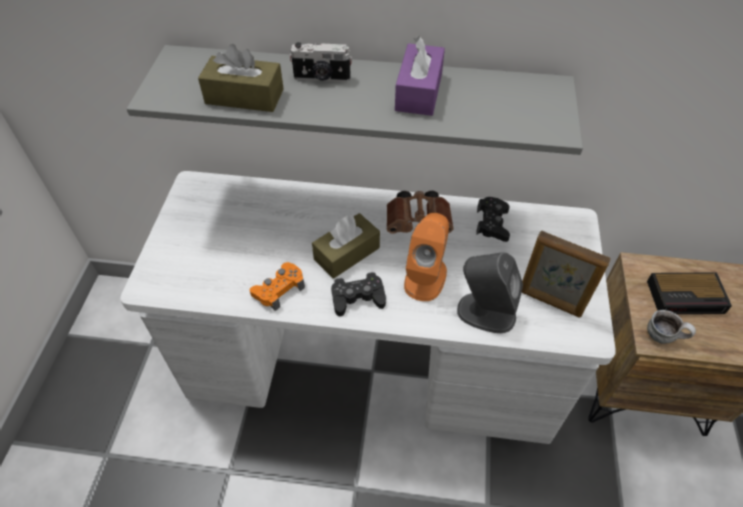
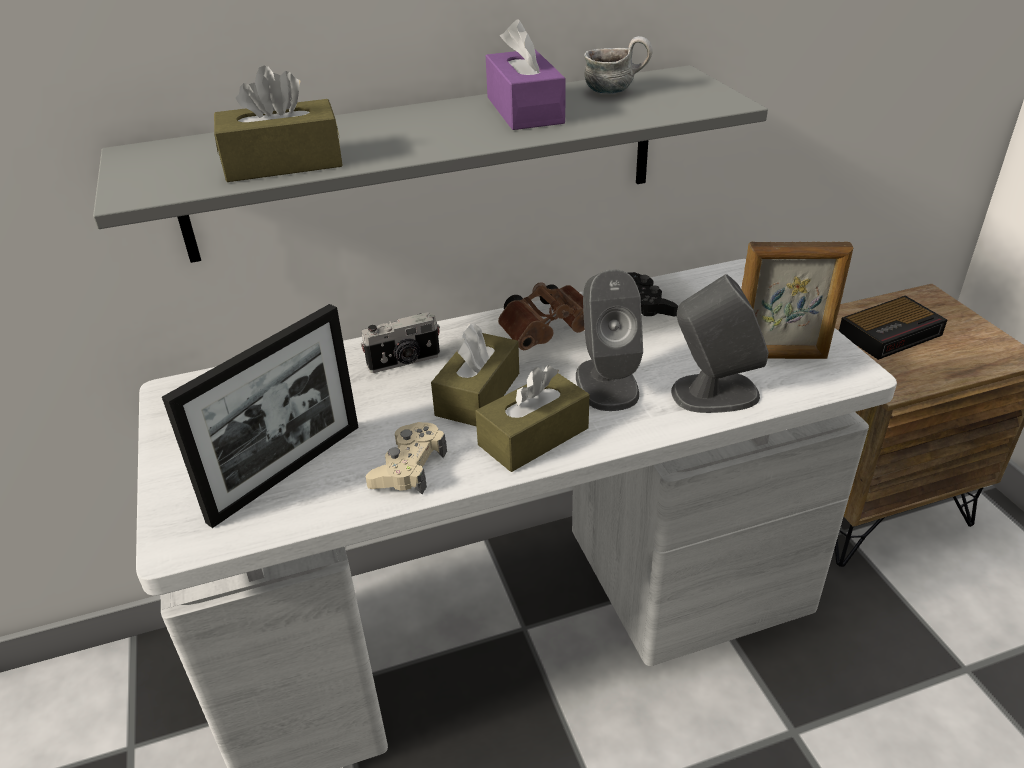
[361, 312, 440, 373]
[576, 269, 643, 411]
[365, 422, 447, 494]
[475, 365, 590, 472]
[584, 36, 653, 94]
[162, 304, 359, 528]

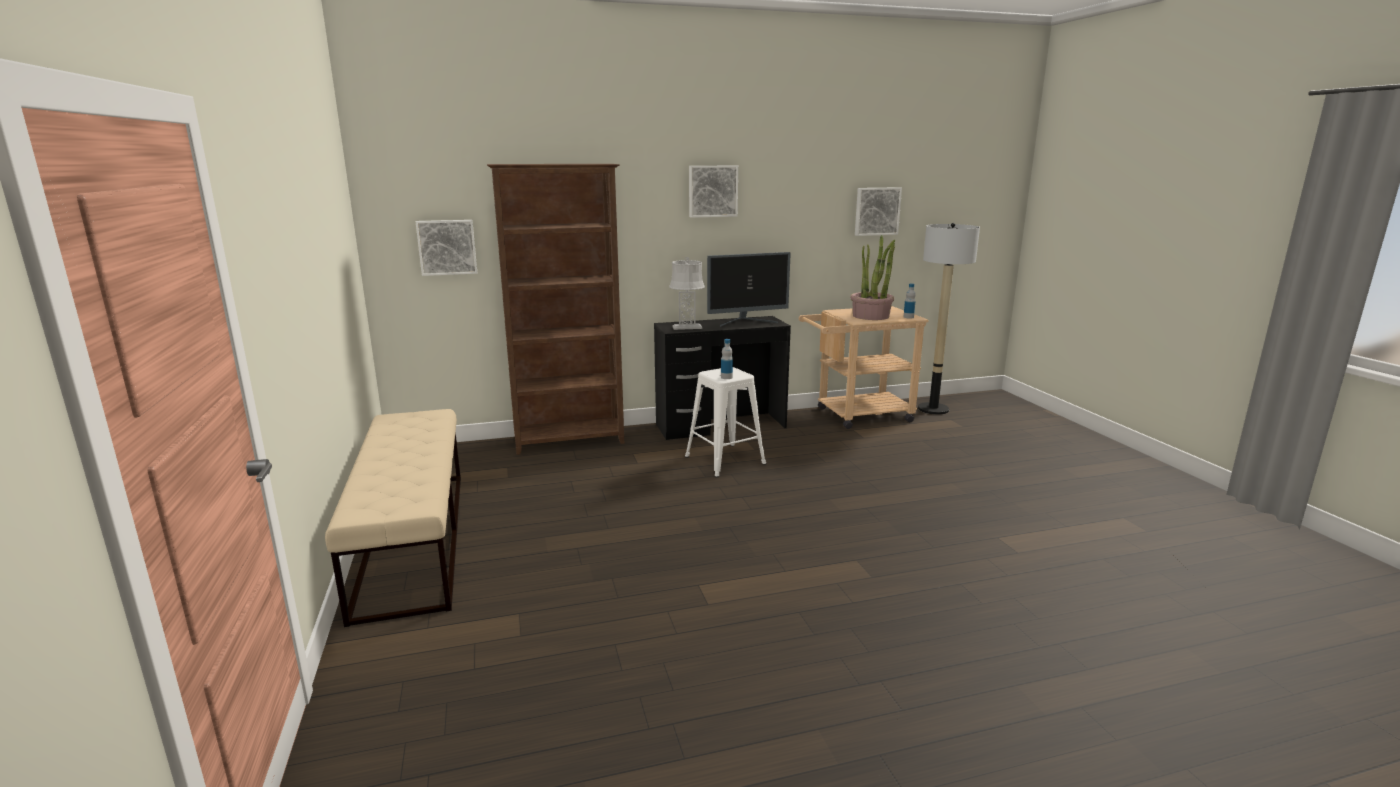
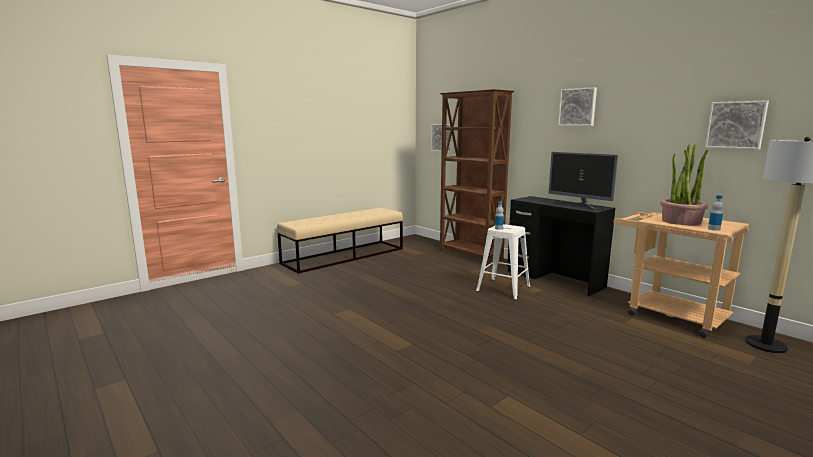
[669, 257, 705, 330] (first image)

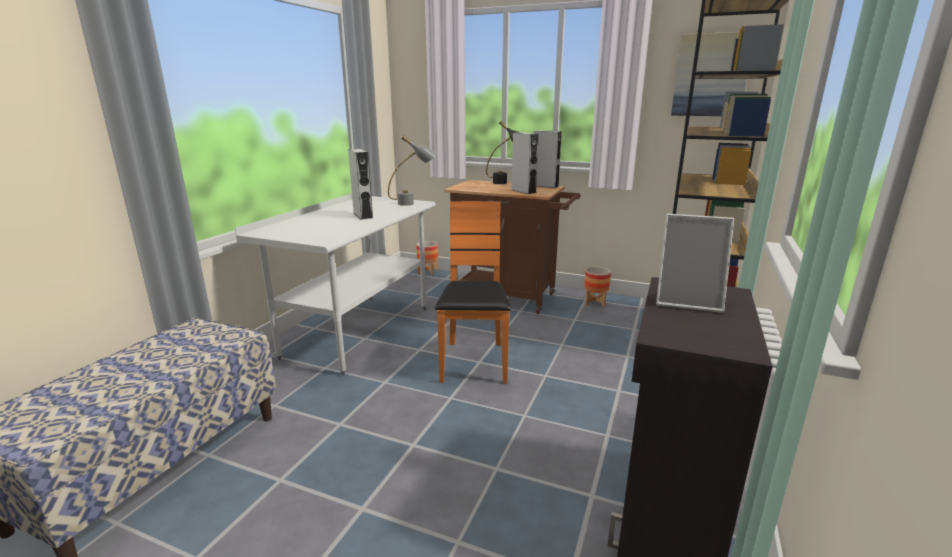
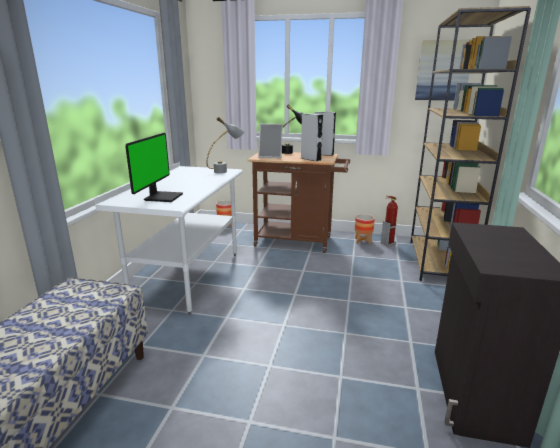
[348, 149, 373, 220] (first image)
[435, 201, 512, 384] (first image)
[258, 124, 283, 158]
[125, 133, 183, 202]
[381, 196, 398, 246]

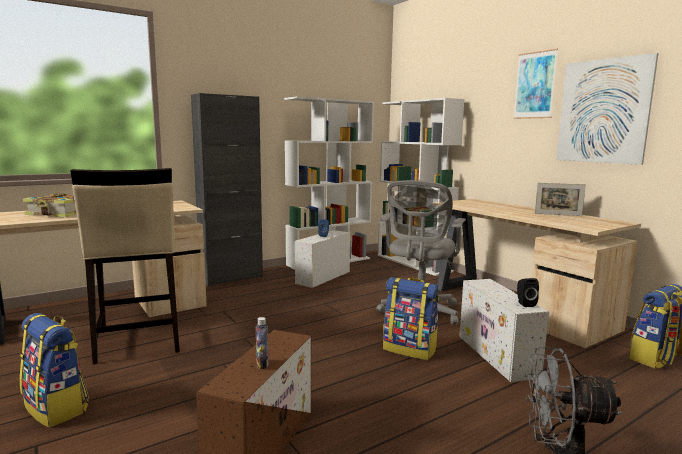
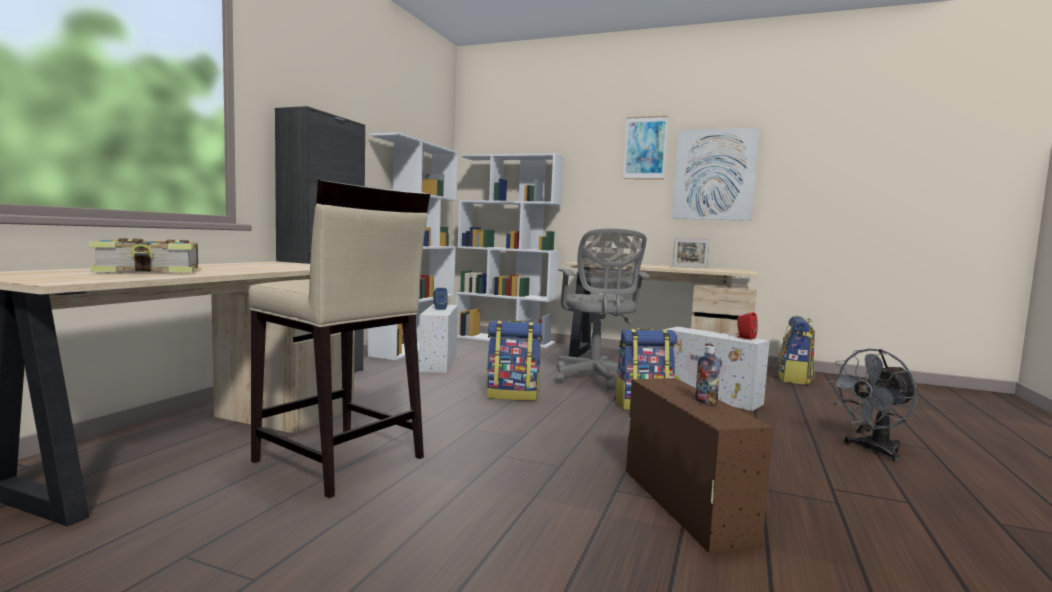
[736, 312, 758, 340]
[487, 320, 542, 401]

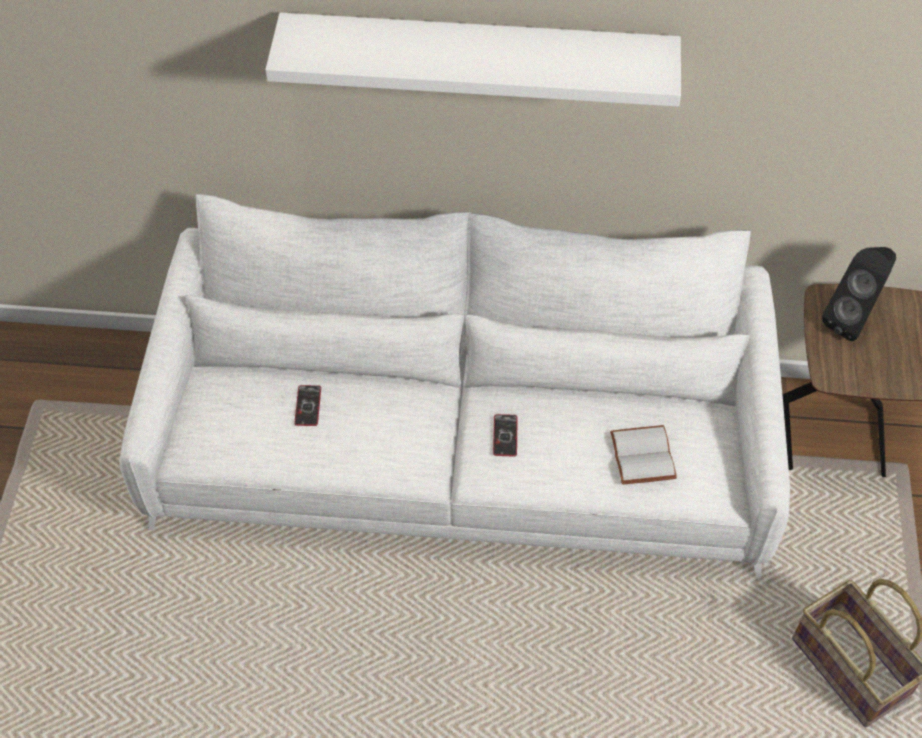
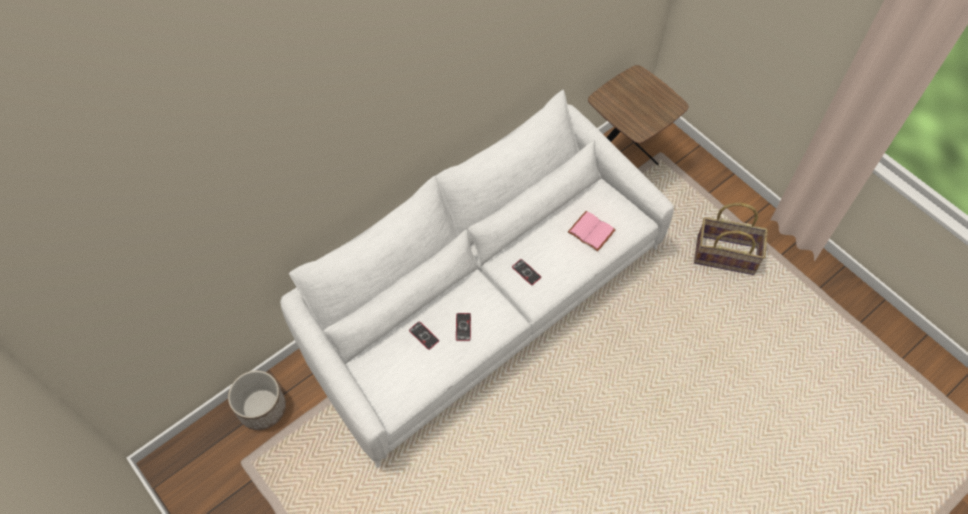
[265, 13, 681, 107] (first image)
[822, 247, 896, 341] (first image)
[568, 211, 616, 252]
[456, 313, 471, 341]
[228, 371, 286, 430]

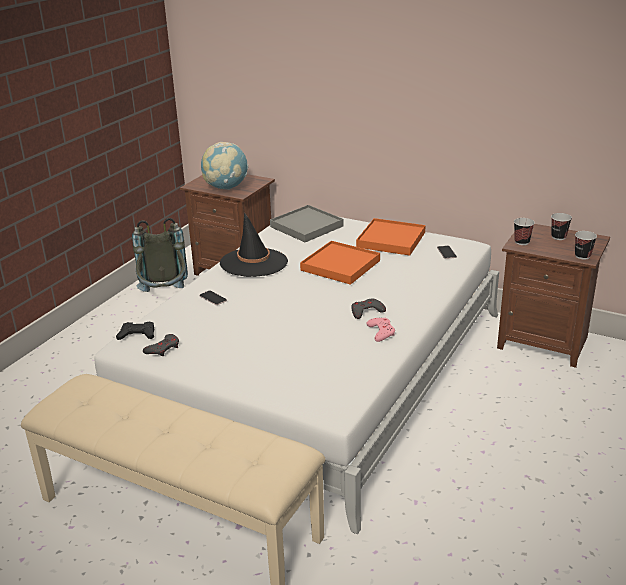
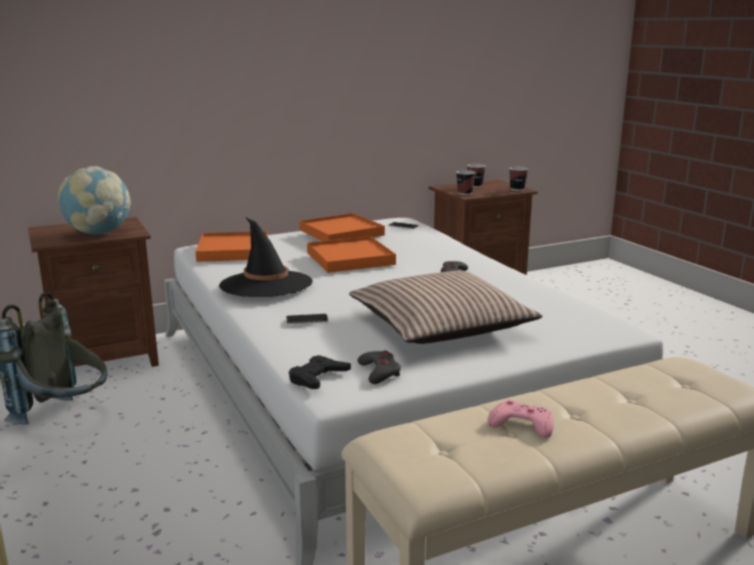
[195, 231, 268, 262]
[488, 400, 554, 438]
[349, 271, 543, 344]

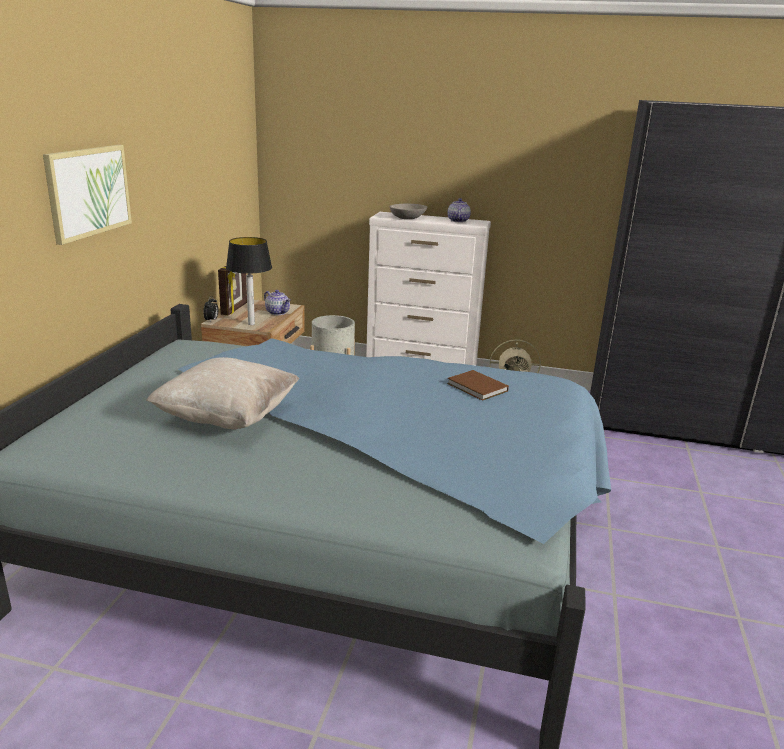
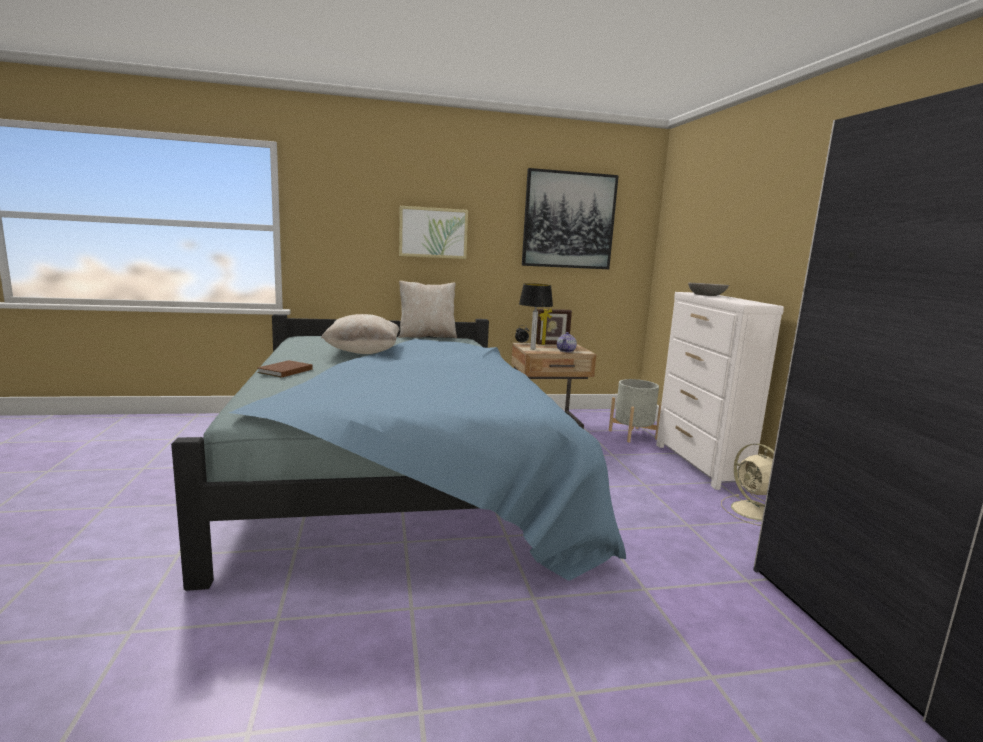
[448, 198, 471, 222] (first image)
[257, 360, 312, 378]
[522, 168, 619, 269]
[398, 280, 457, 338]

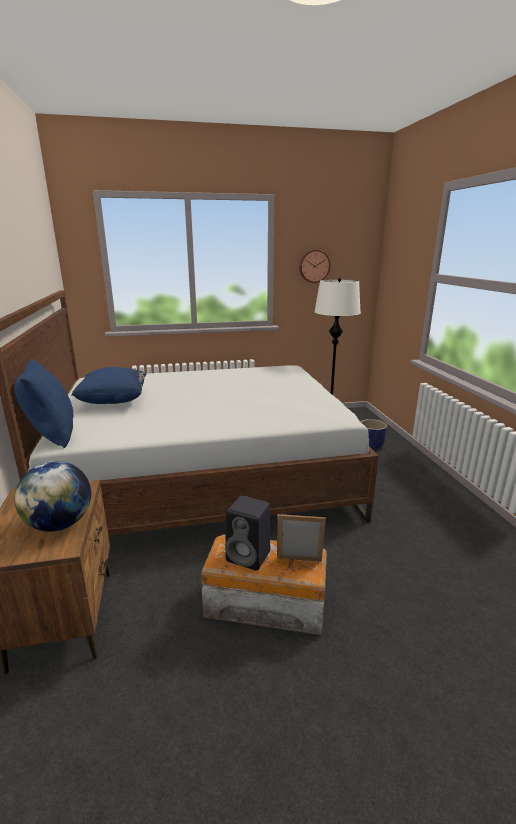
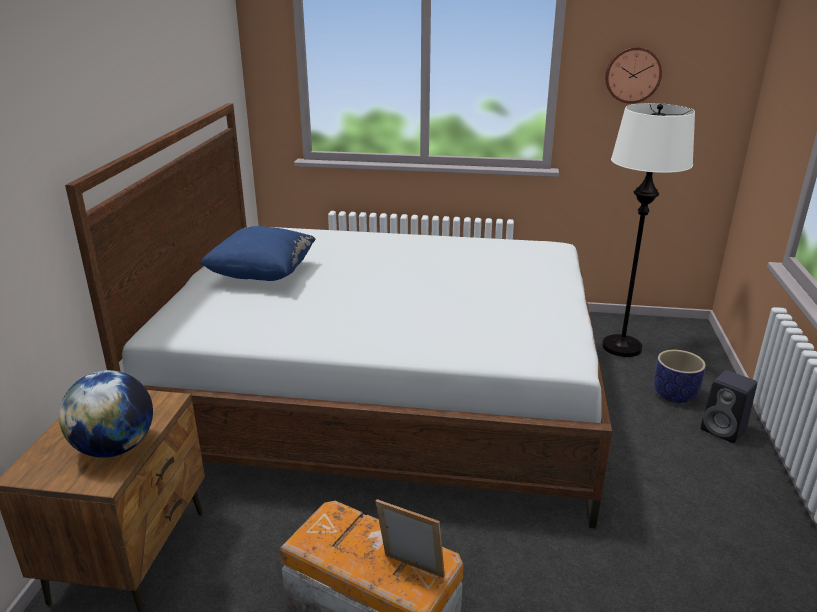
[14, 359, 73, 448] (first image)
[701, 370, 757, 443]

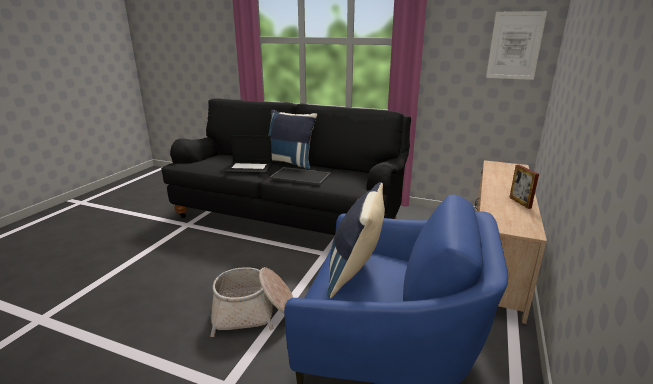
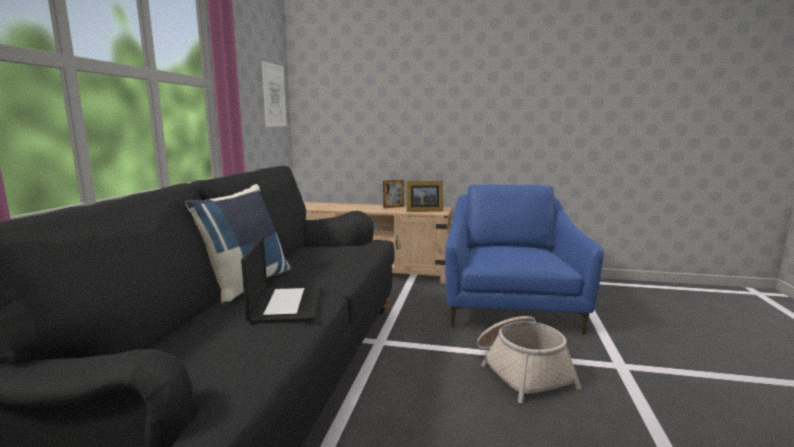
[270, 167, 331, 185] (first image)
[327, 182, 385, 298] (first image)
[406, 181, 443, 212]

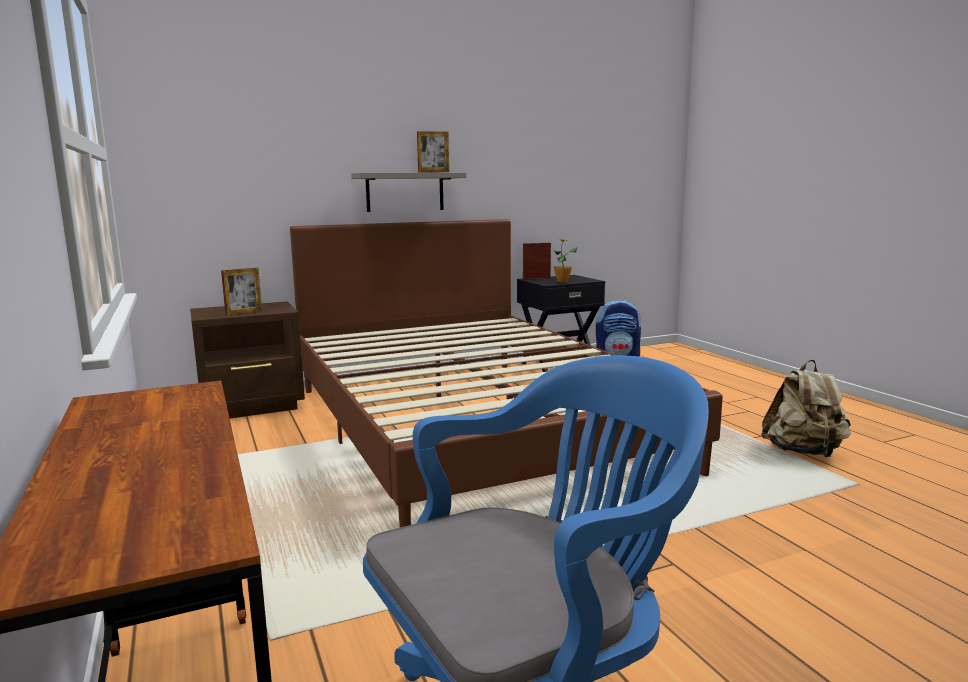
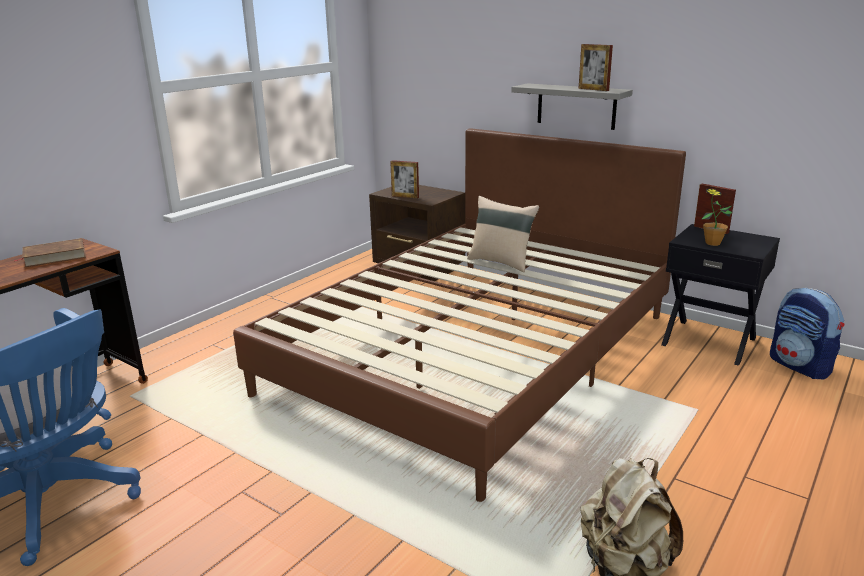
[467, 196, 539, 272]
[15, 238, 86, 267]

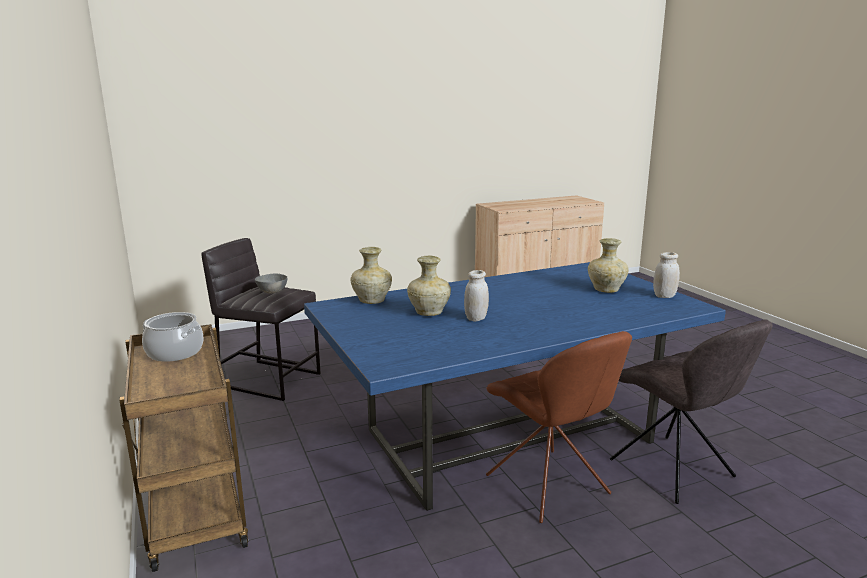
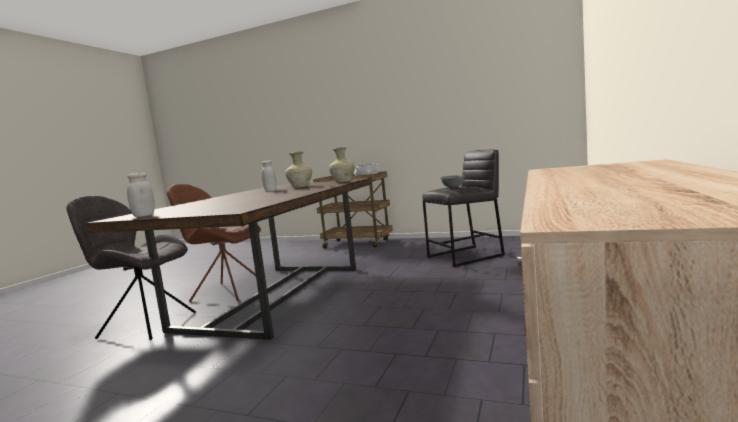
[588, 238, 629, 293] (first image)
[86, 178, 372, 340]

